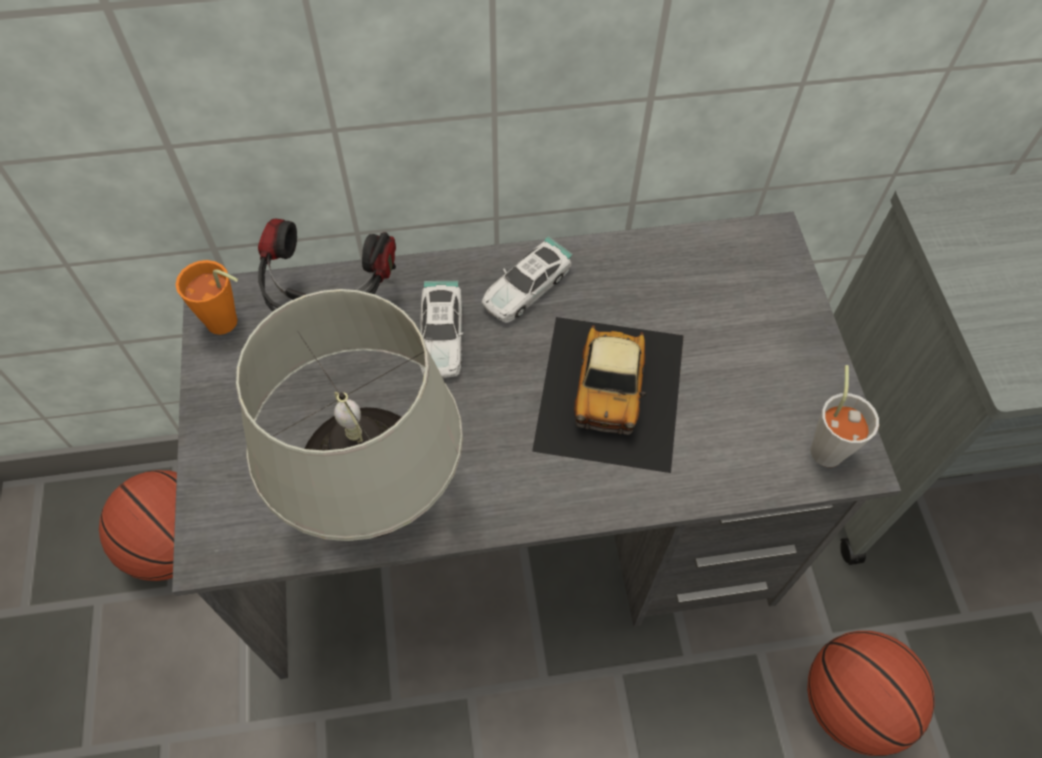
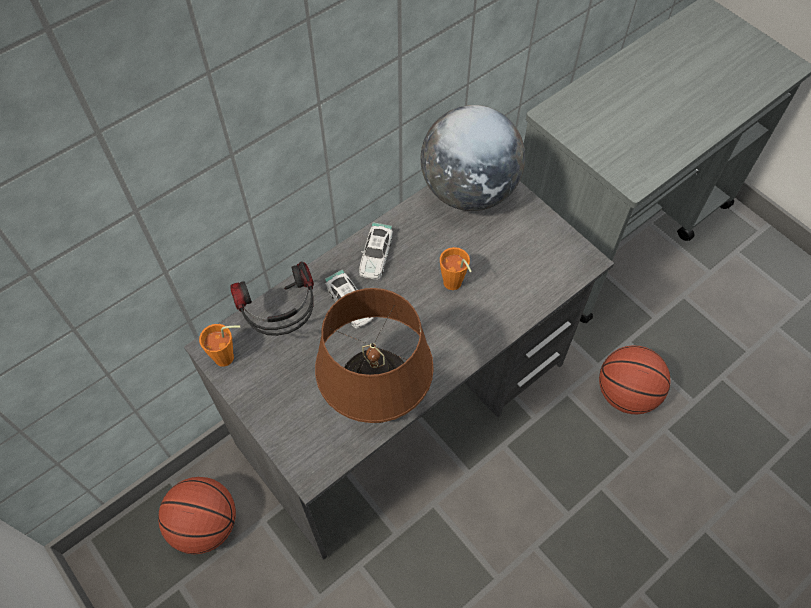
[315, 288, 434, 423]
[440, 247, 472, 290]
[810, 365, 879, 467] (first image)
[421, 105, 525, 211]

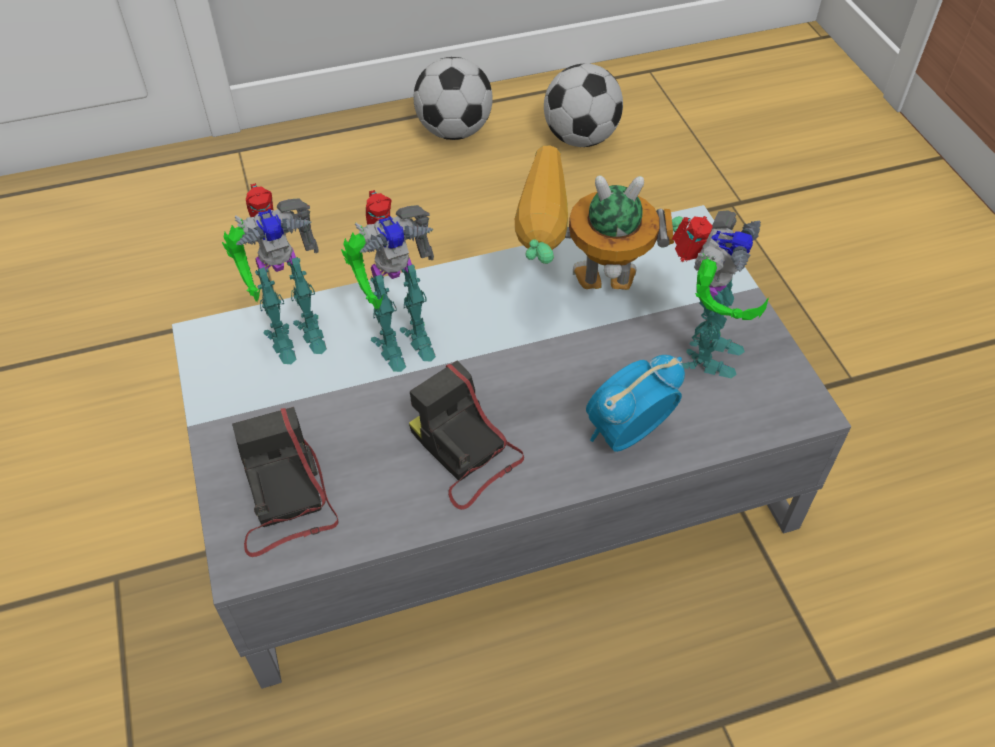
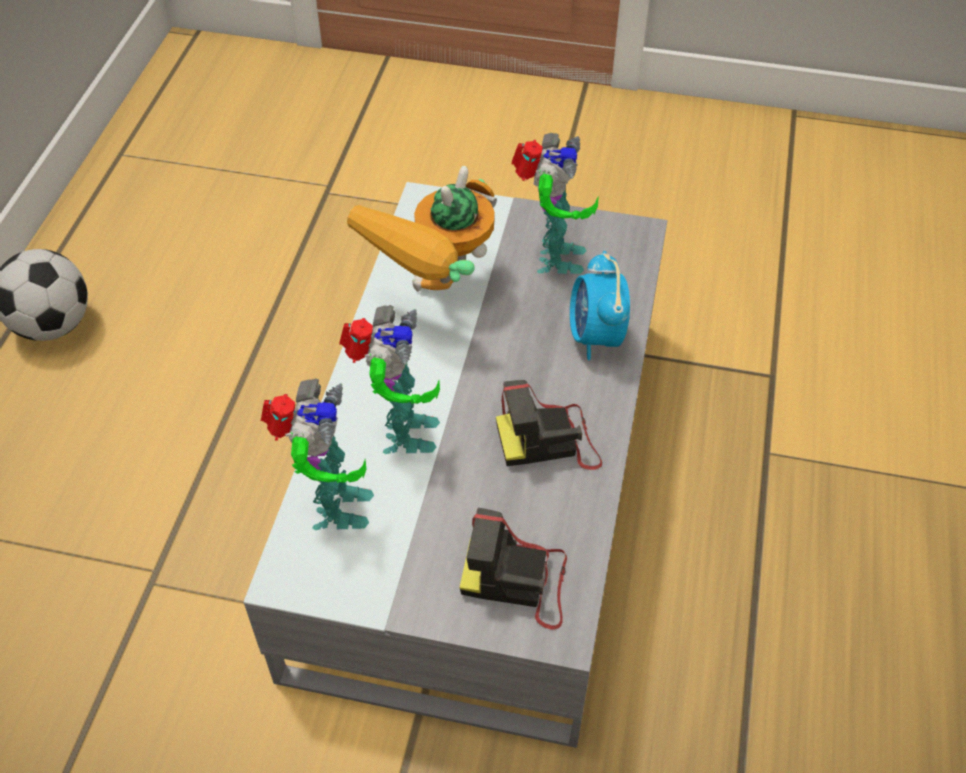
[544, 63, 623, 147] (first image)
[511, 133, 599, 274]

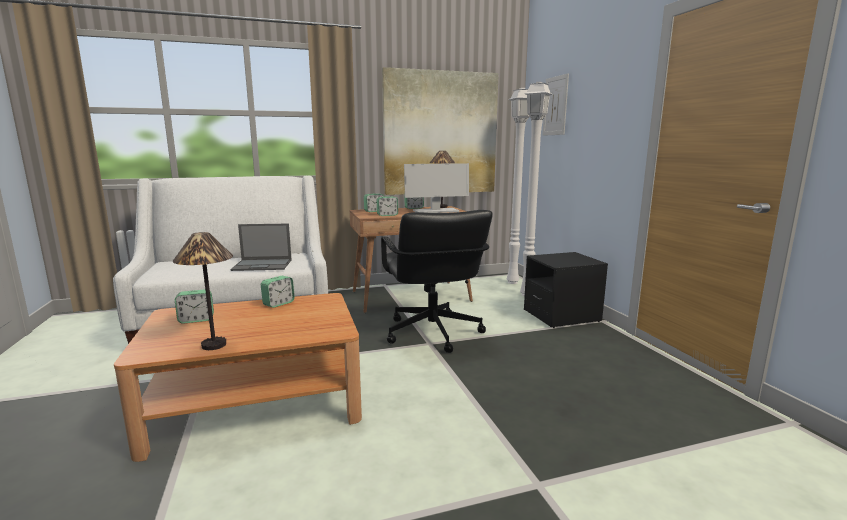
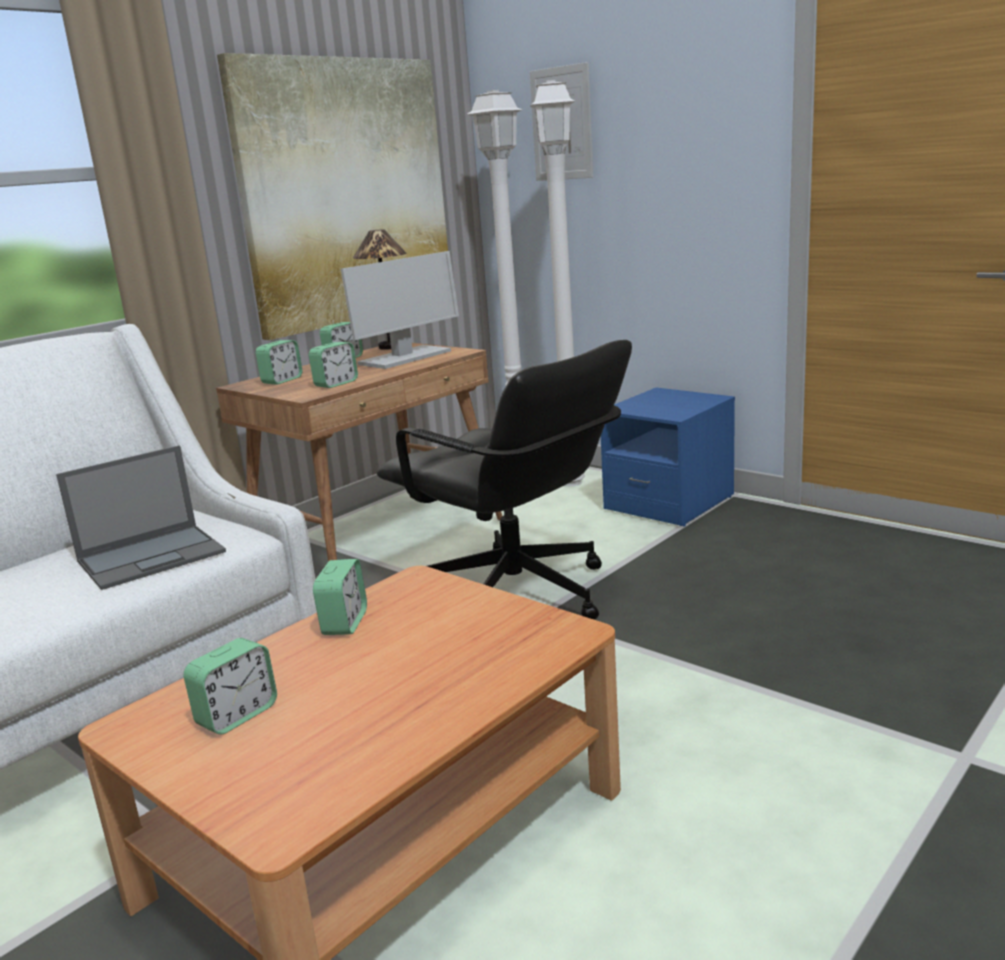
[173, 232, 233, 350] (first image)
[601, 388, 735, 526]

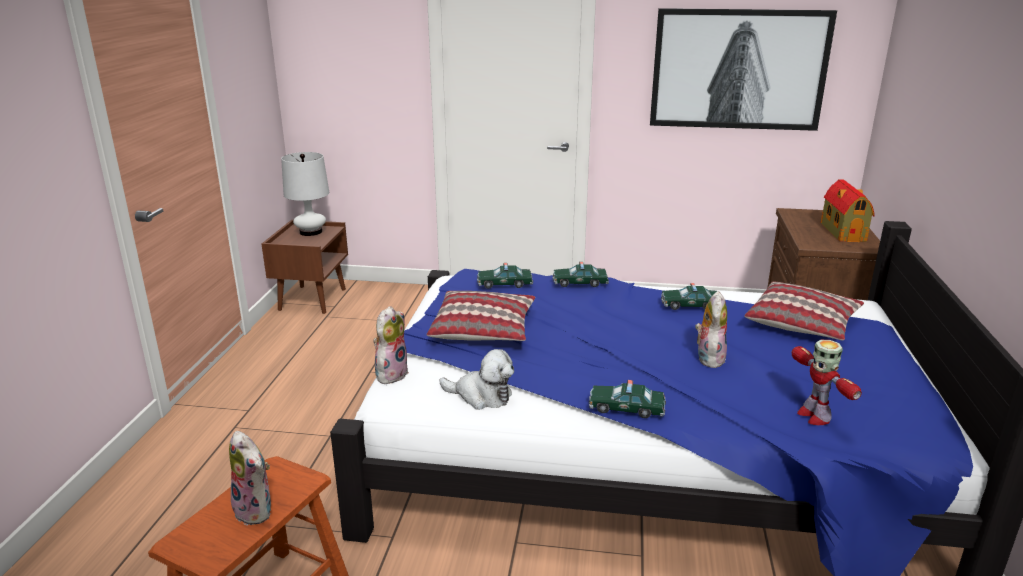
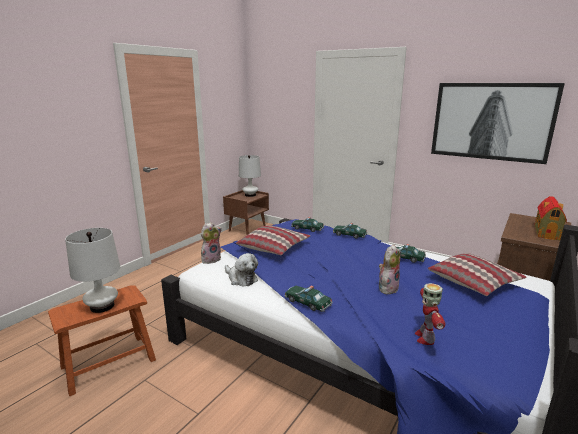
[65, 228, 120, 313]

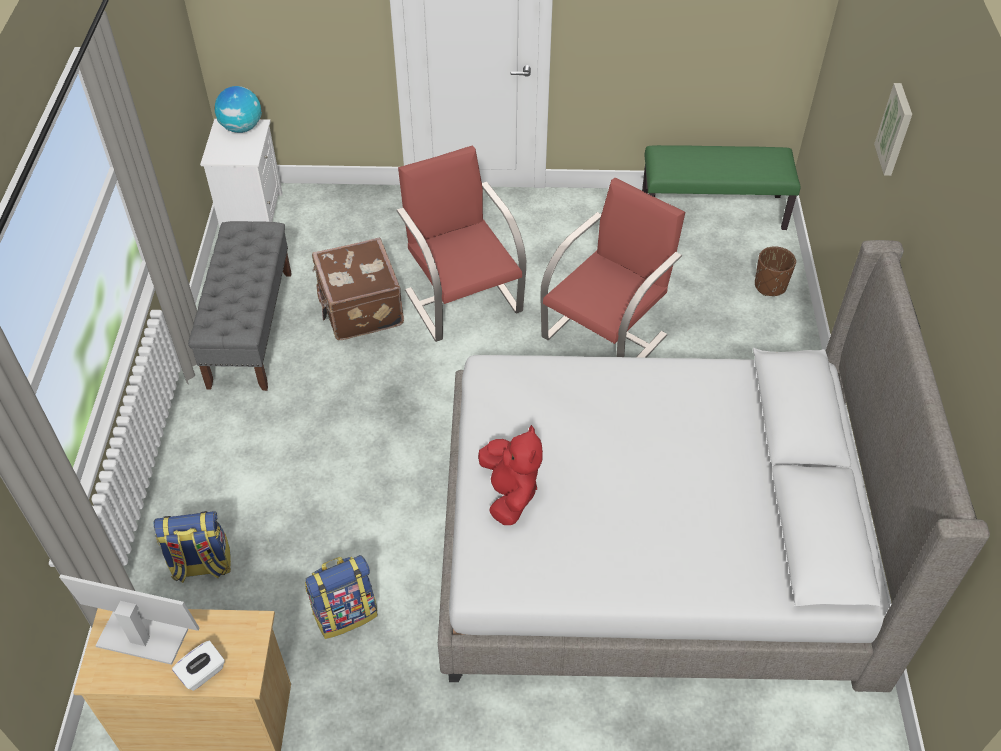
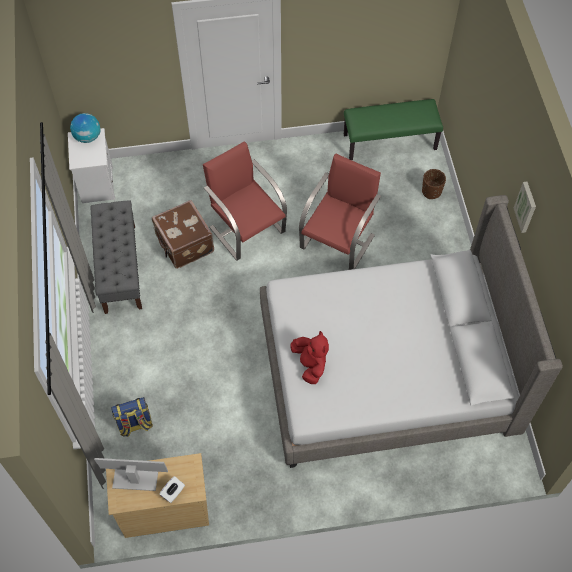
[514, 182, 536, 233]
[305, 555, 378, 639] (first image)

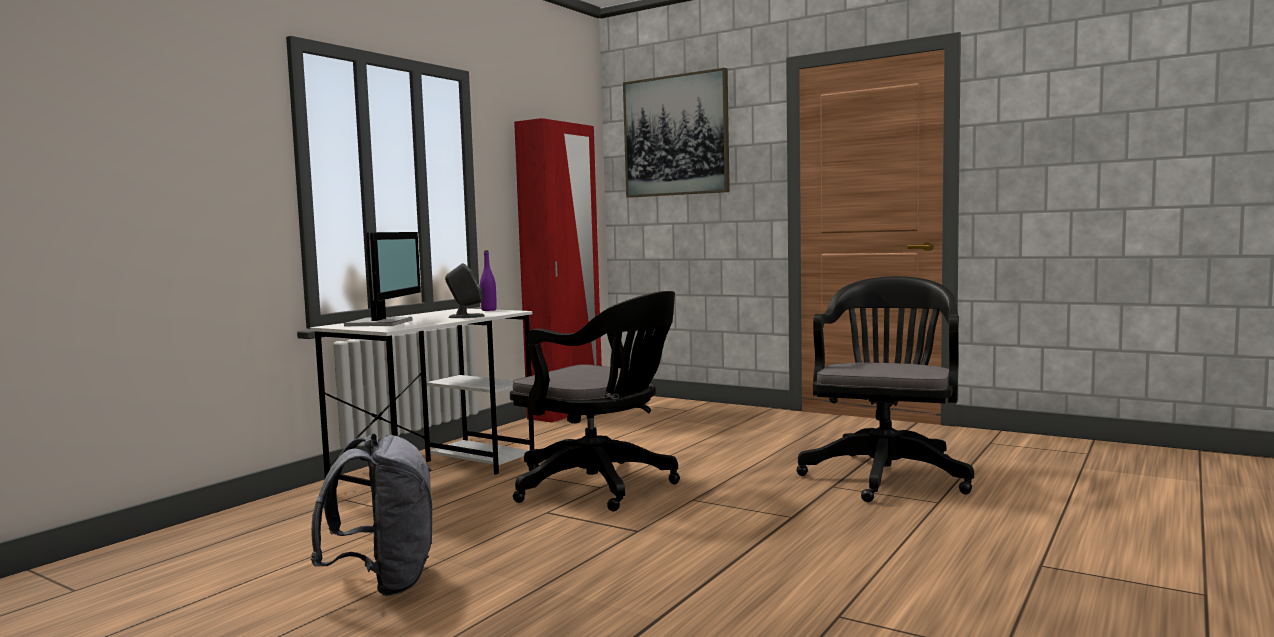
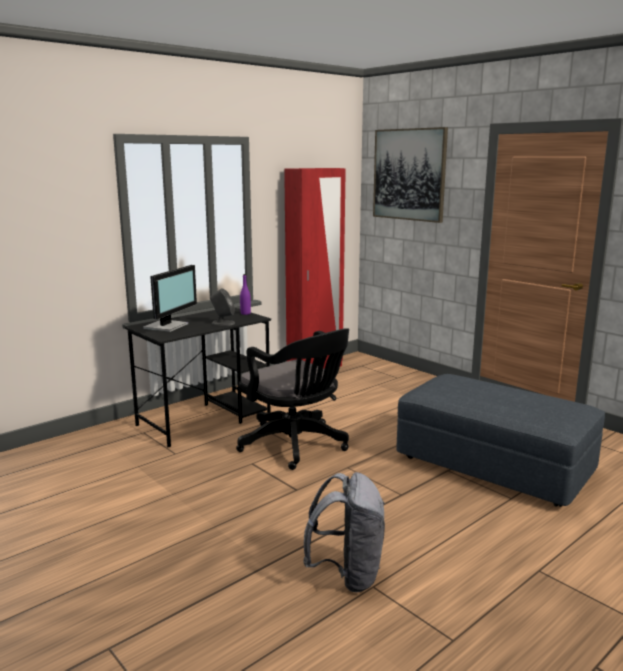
[396, 374, 605, 507]
[125, 308, 271, 447]
[303, 472, 385, 592]

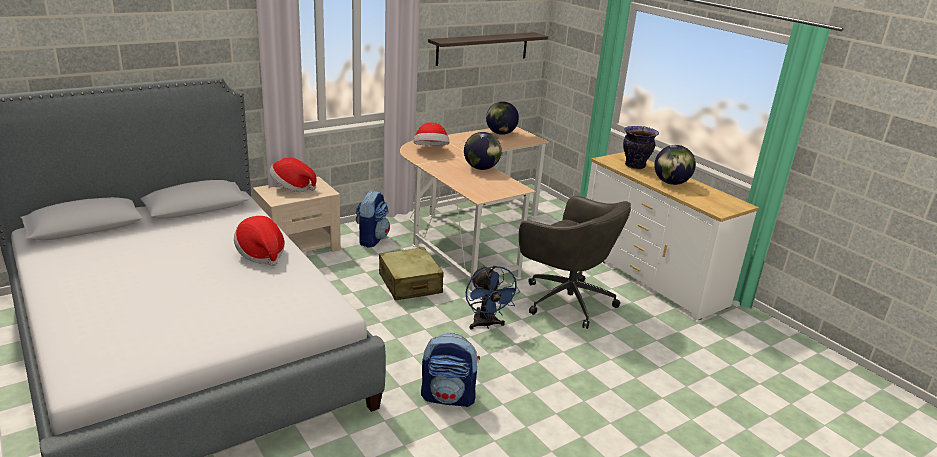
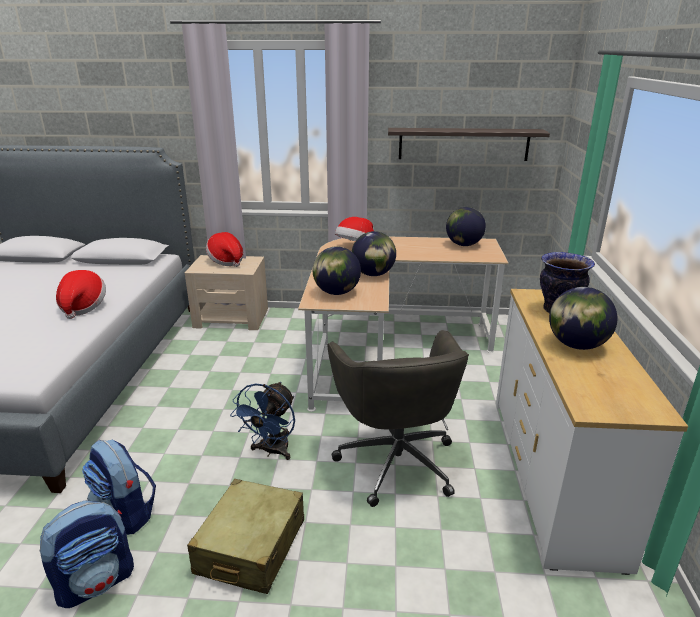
[39, 500, 134, 608]
[187, 479, 304, 594]
[313, 246, 361, 295]

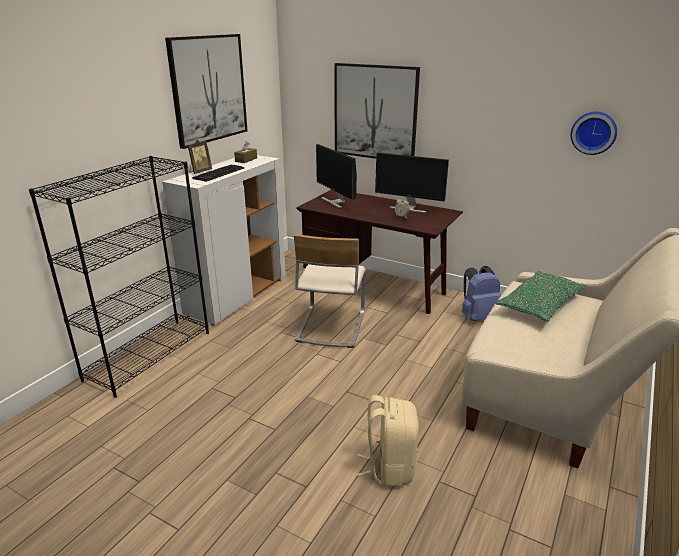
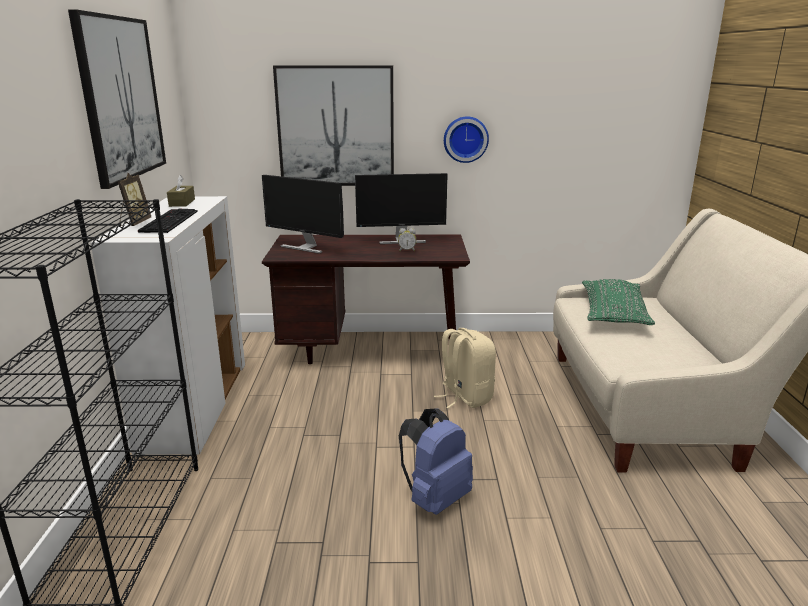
[444, 116, 489, 163]
[294, 234, 366, 348] (first image)
[399, 409, 473, 515]
[434, 328, 496, 408]

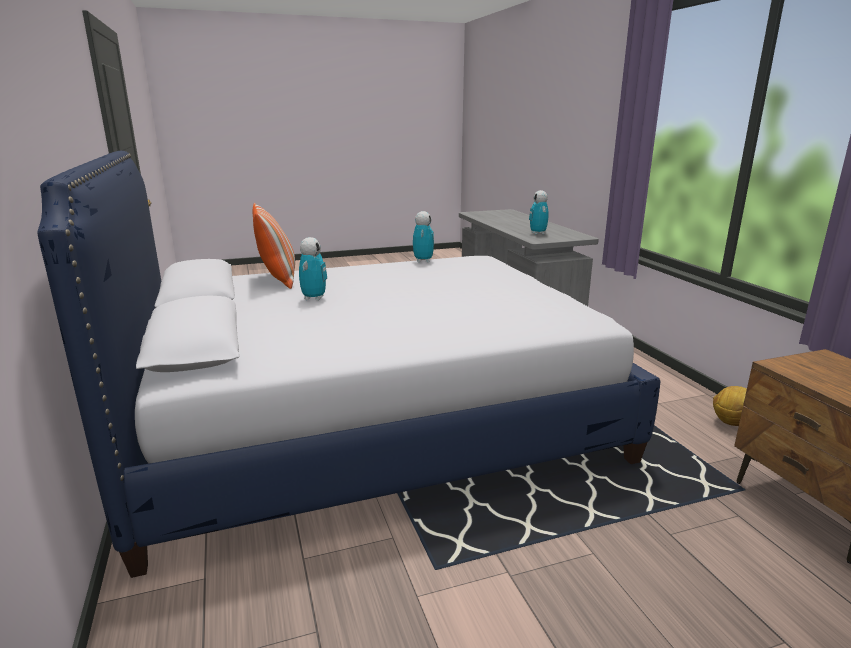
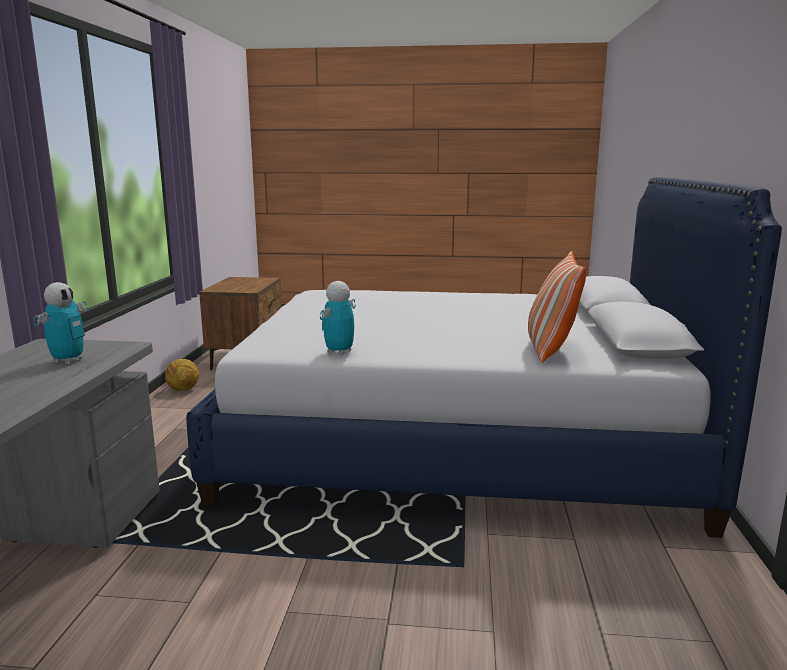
[299, 237, 327, 301] (first image)

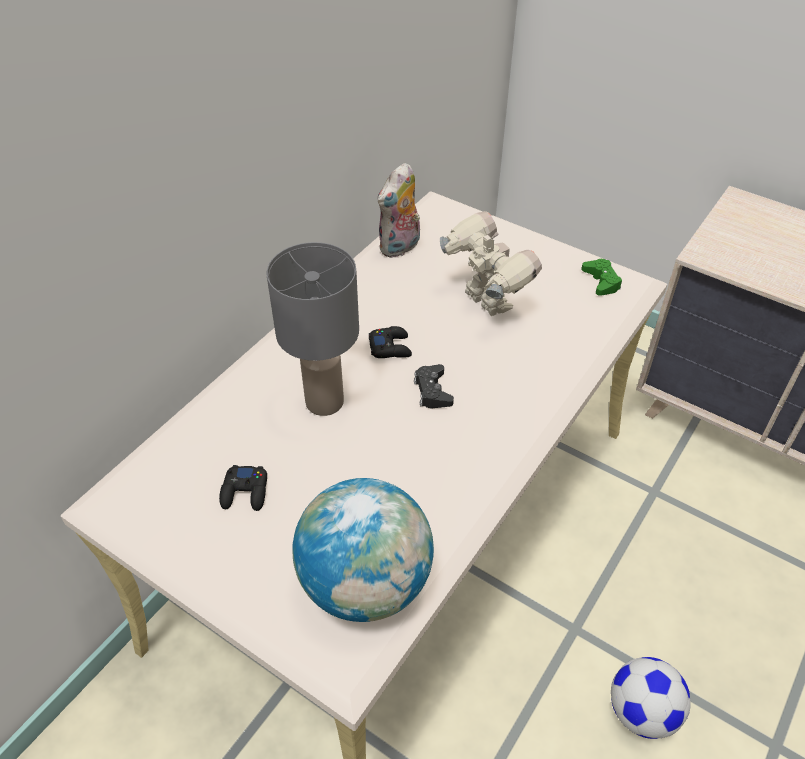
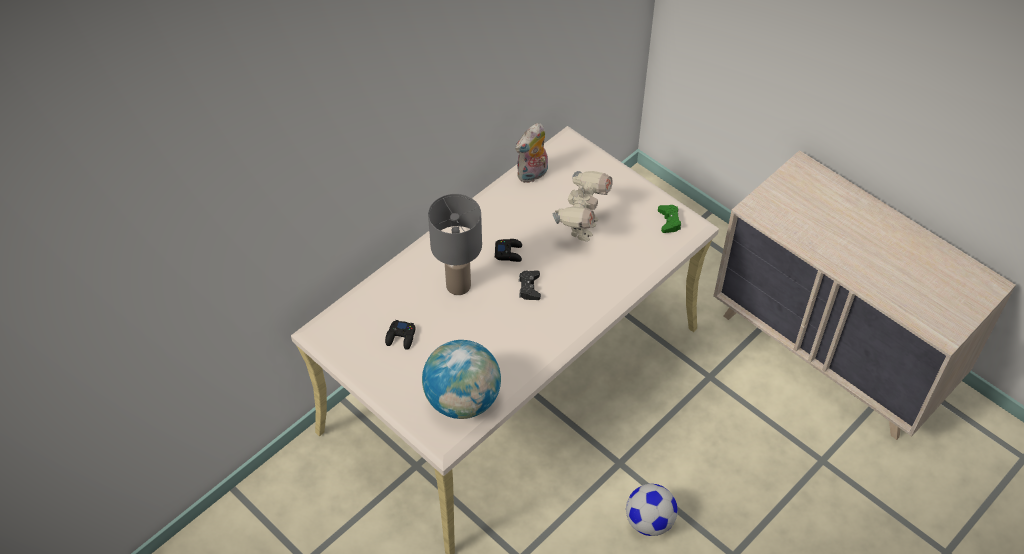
[552, 171, 613, 242]

